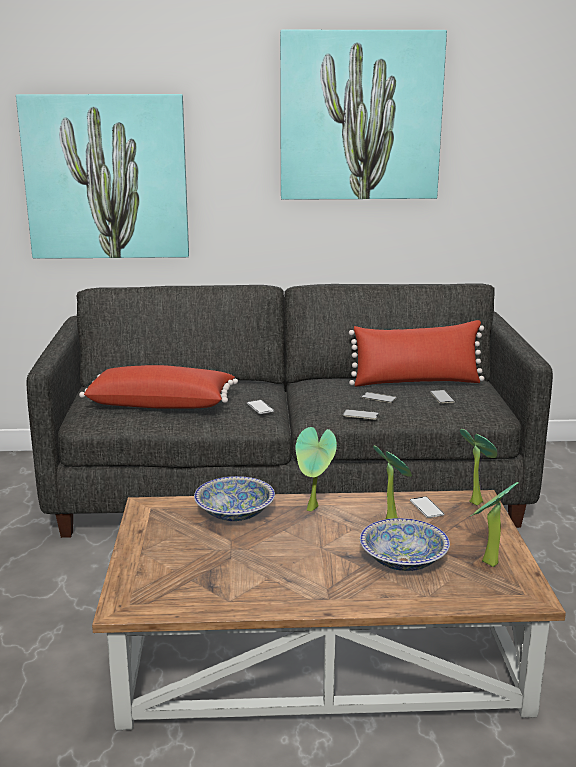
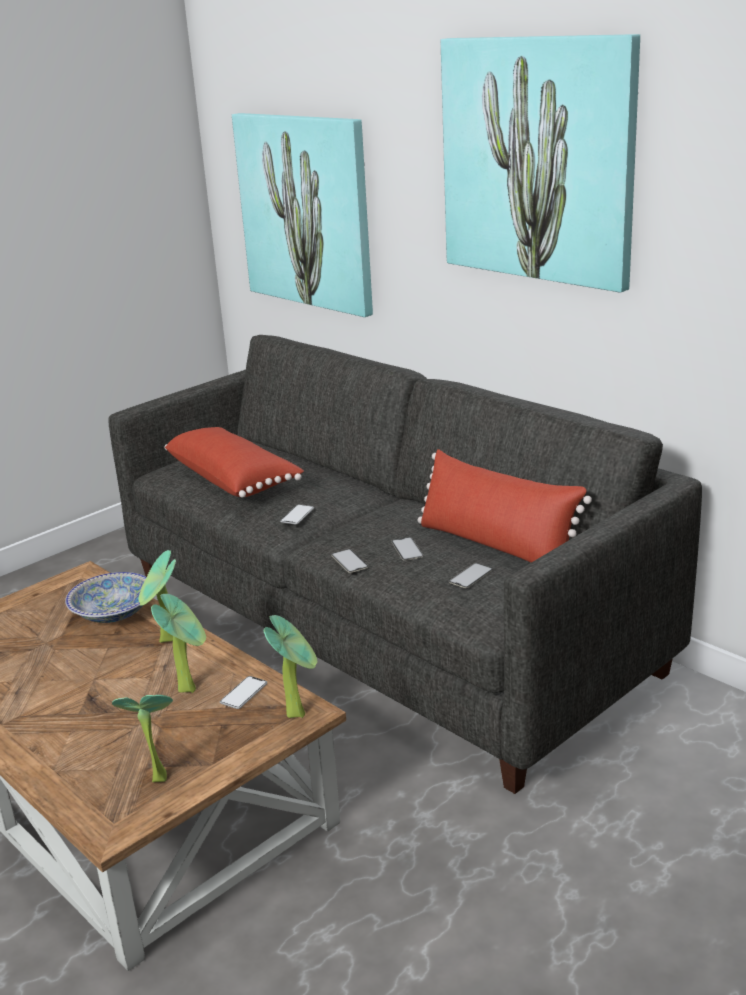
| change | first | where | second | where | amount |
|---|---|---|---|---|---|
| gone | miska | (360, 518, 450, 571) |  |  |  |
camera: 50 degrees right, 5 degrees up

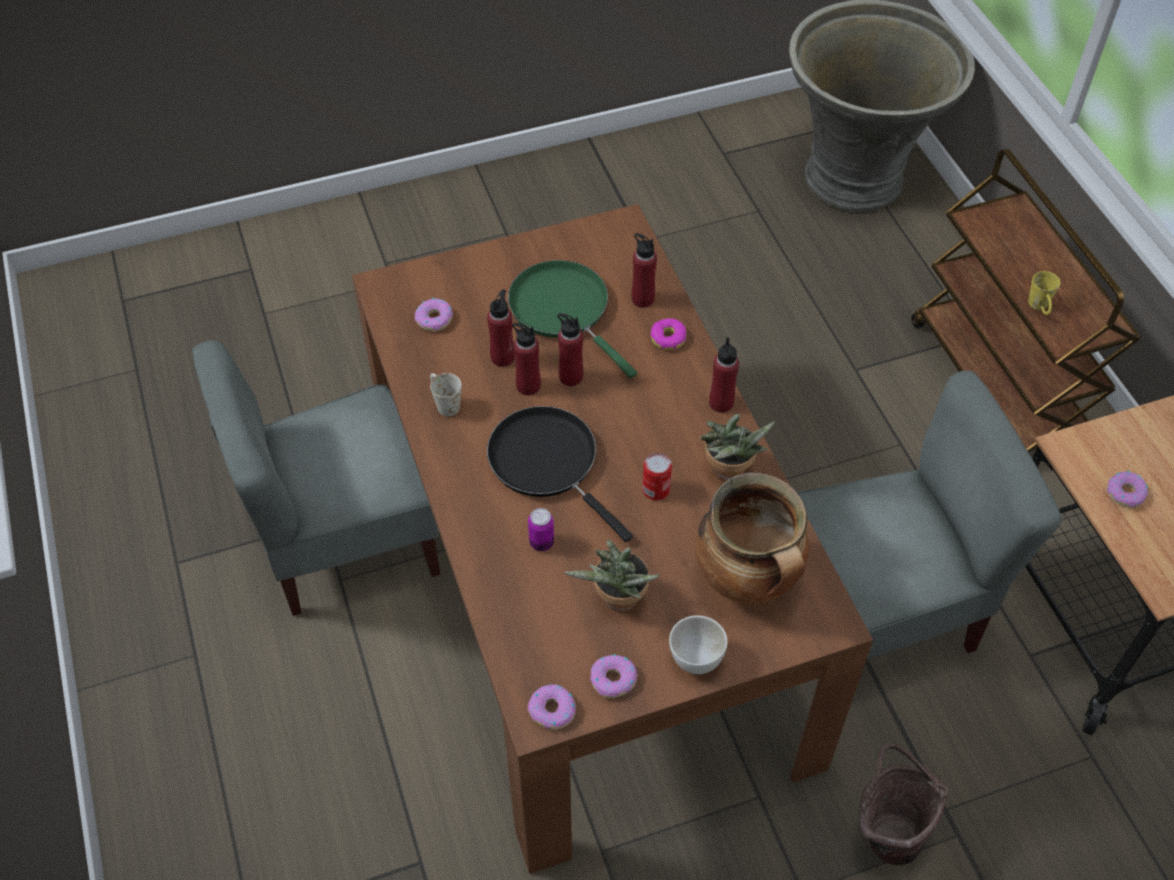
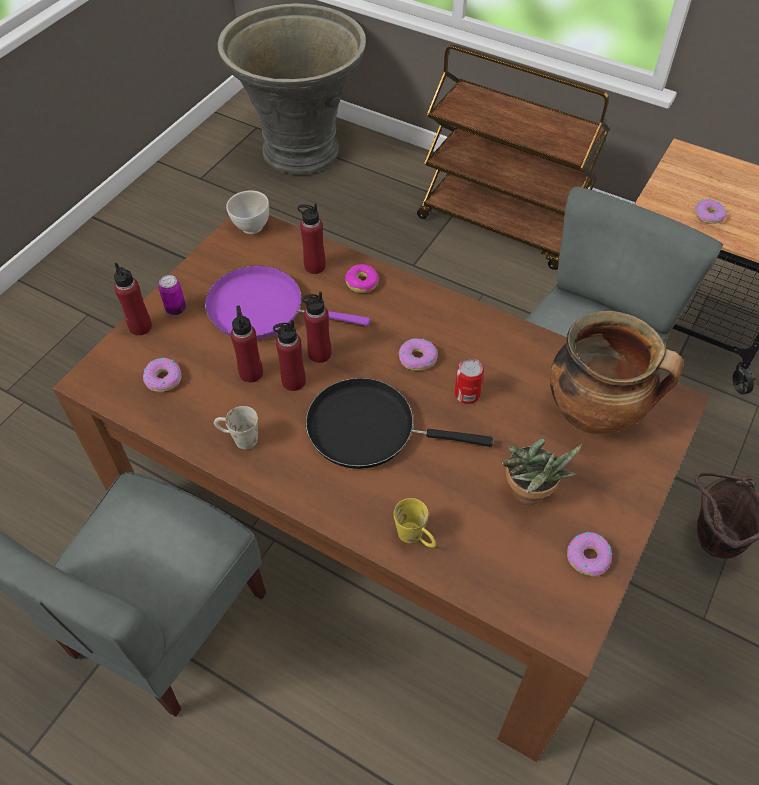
| change | first | where | second | where | amount |
|---|---|---|---|---|---|
| shifted | butelka (czerwony) | (709, 337, 739, 413) |  | (114, 263, 152, 336) |  |
| shifted | puszka | (528, 508, 554, 551) |  | (158, 275, 186, 315) |  |
| repainted | patelnia (zielony) | (508, 260, 637, 378) | patelnia (fioletowy) | (205, 266, 370, 339) |  |
| shifted | miska (biały) | (669, 615, 728, 674) |  | (226, 191, 269, 234) |  |
| shifted | kubek (żółty) | (1028, 271, 1060, 315) |  | (394, 498, 436, 548) |  |
| shifted | donut | (528, 684, 576, 730) |  | (399, 338, 438, 370) |  |
| gone | roślina doniczkowa | (700, 414, 775, 482) |  |  |  |
camera: 40 degrees left, 0 degrees up

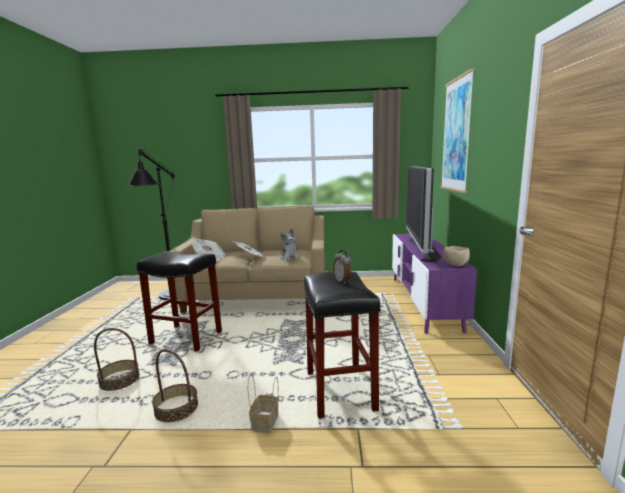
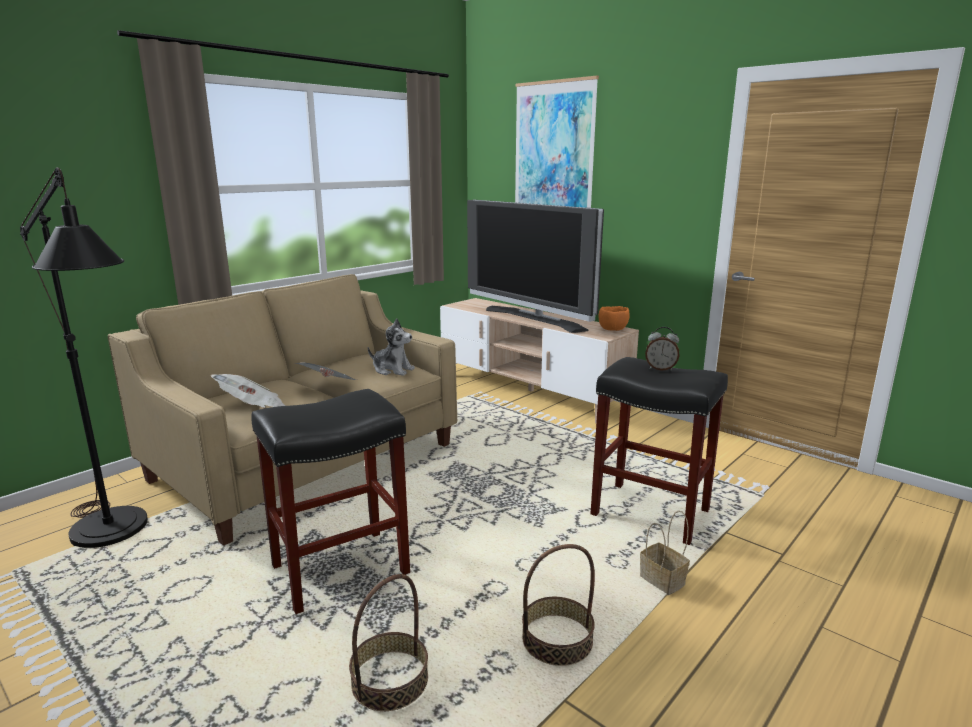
| change | first | where | second | where | amount |
|---|---|---|---|---|---|
| repainted | szafka pod telewizor (fioletowy) | (392, 234, 477, 333) | szafka pod telewizor (beżowy) | (440, 298, 639, 423) |  |
| repainted | miska (beżowy) | (443, 246, 470, 266) | miska (pomarańczowy) | (599, 306, 630, 331) |  |
camera: 50 degrees left, 5 degrees up

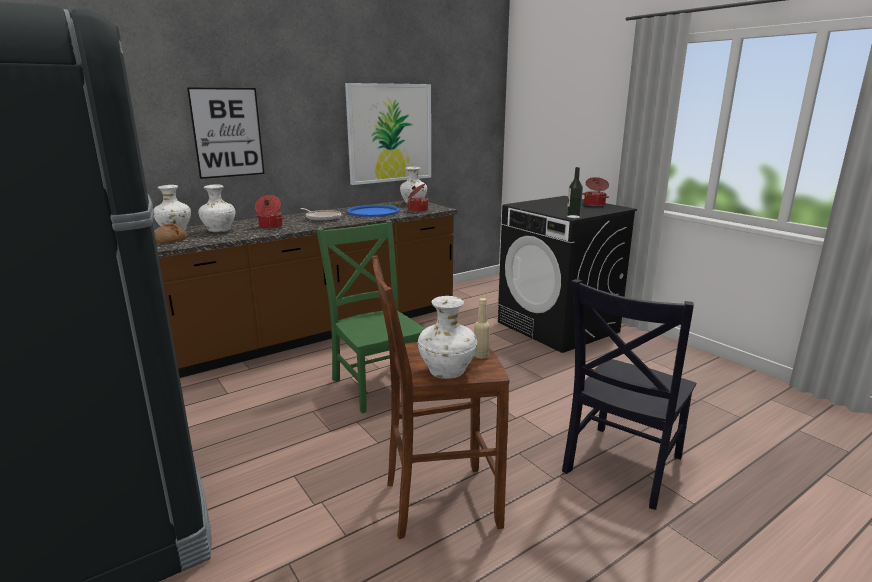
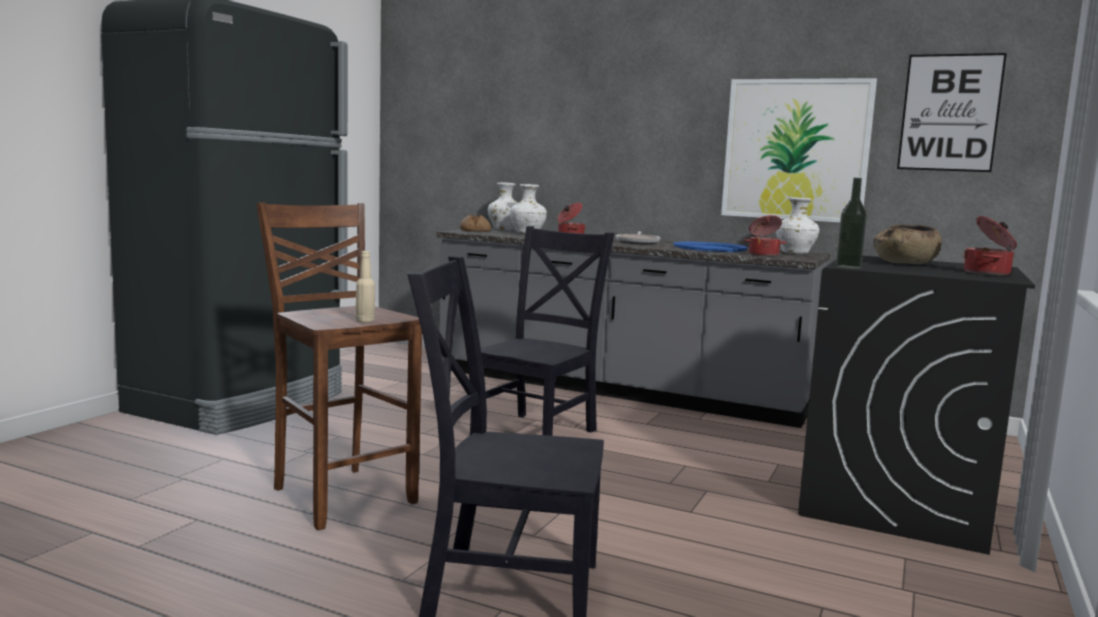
| change | first | where | second | where | amount |
|---|---|---|---|---|---|
| repainted | zabudowa kuchenna (brązowy) | (156, 200, 457, 378) | zabudowa kuchenna (szary) | (437, 228, 830, 428) |  |
| repainted | krzesło (zielony) | (316, 220, 425, 413) | krzesło (czarny) | (470, 226, 615, 436) |  |
| new |  |  | miska (brązowy) | (873, 224, 942, 264) |  |
| shifted | obraz | (187, 87, 264, 179) |  | (897, 53, 1007, 172) |  |
| gone | wazon (biały) | (418, 296, 477, 379) |  |  |  |
camera: 60 degrees right, 10 degrees down

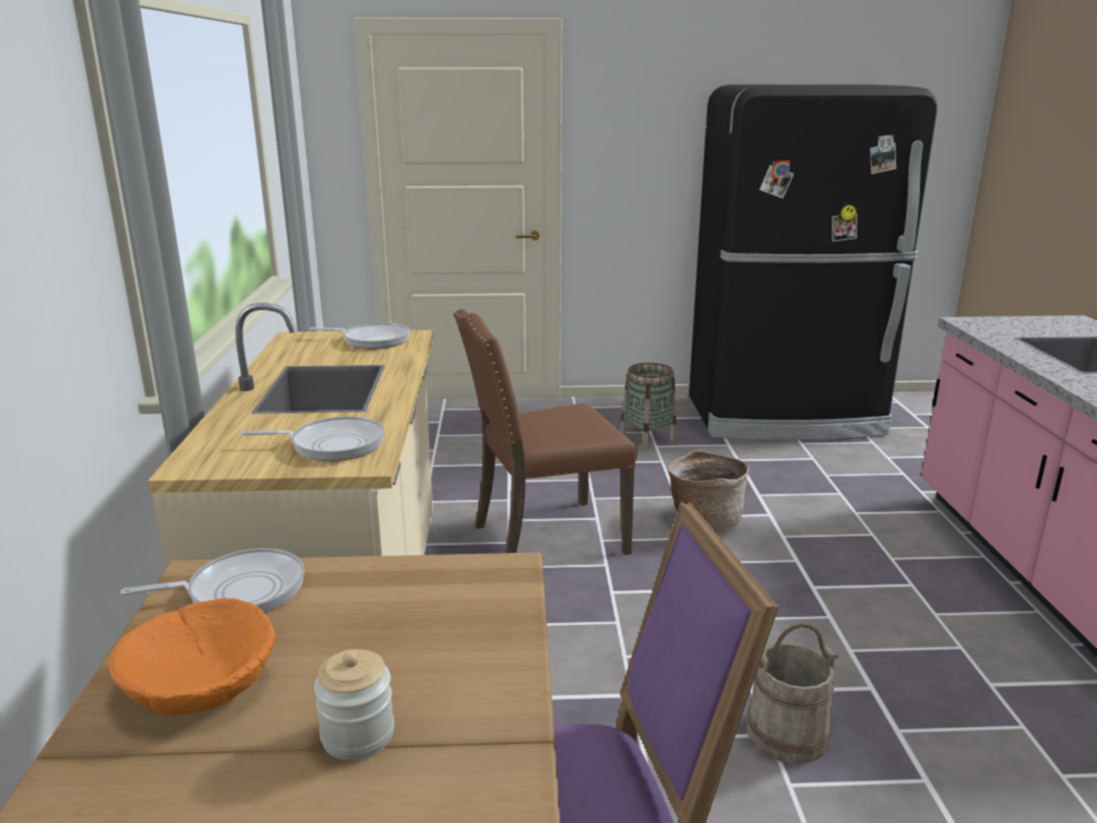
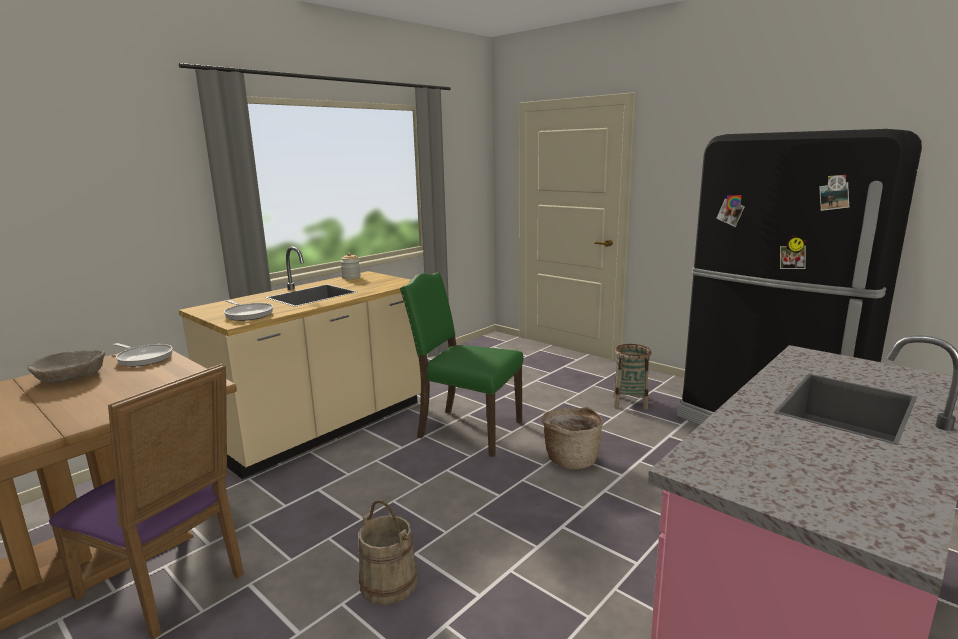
| change | first | where | second | where | amount |
|---|---|---|---|---|---|
| repainted | miska (pomarańczowy) | (109, 598, 275, 716) | miska (beżowy) | (28, 350, 105, 384) |  |
| shifted | słoik | (314, 649, 394, 760) |  | (340, 253, 361, 279) |  |
| repainted | krzesło (brązowy) | (453, 309, 637, 555) | krzesło (zielony) | (400, 272, 524, 457) |  |
| gone | patelnia | (310, 323, 410, 349) |  |  |  |
camera: 45 degrees right, 5 degrees down

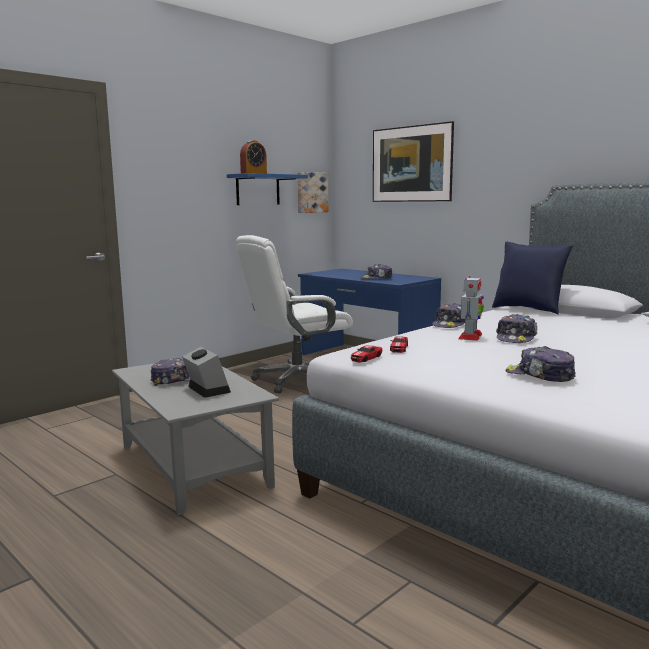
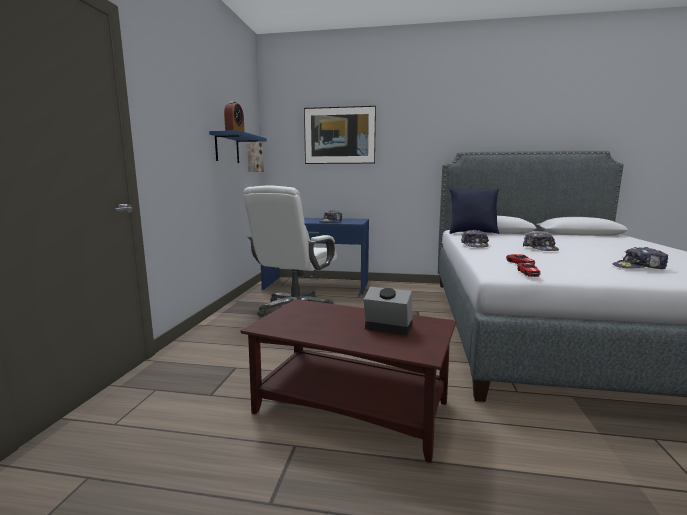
| change | first | where | second | where | amount |
|---|---|---|---|---|---|
| repainted | ława (szary) | (112, 363, 279, 516) | ława (brązowy) | (241, 299, 456, 463) |  |
| gone | czapka z daszkiem | (150, 358, 190, 386) |  |  |  |
| gone | robot zabawkowy | (458, 276, 483, 341) |  |  |  |
camera: 35 degrees left, 0 degrees up

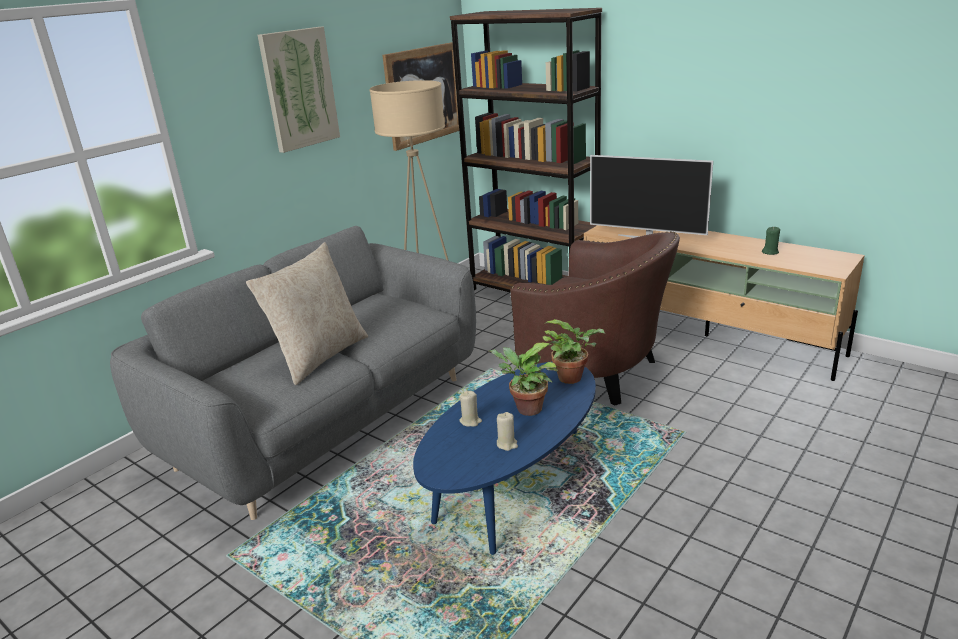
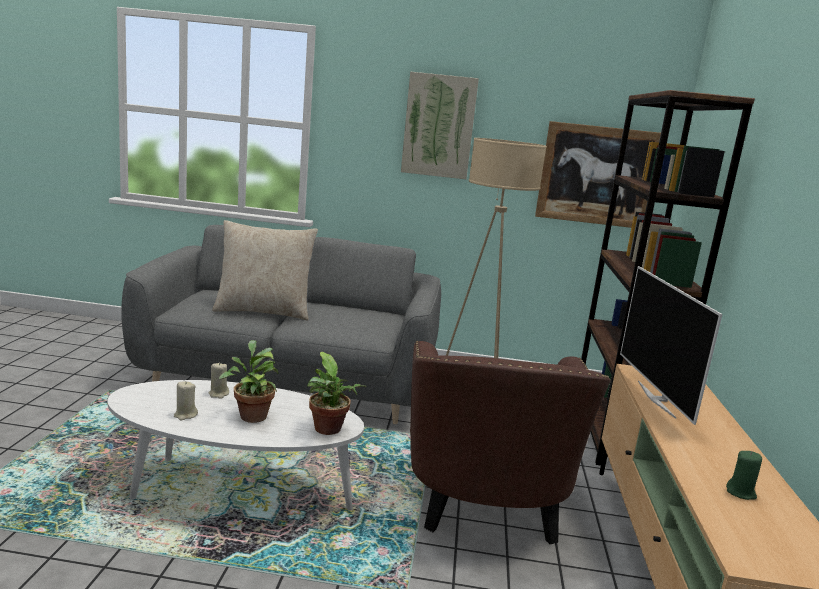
| change | first | where | second | where | amount |
|---|---|---|---|---|---|
| repainted | ława (niebieski) | (413, 362, 596, 555) | ława (biały) | (108, 380, 364, 510) |  |
camera: 55 degrees right, 10 degrees down

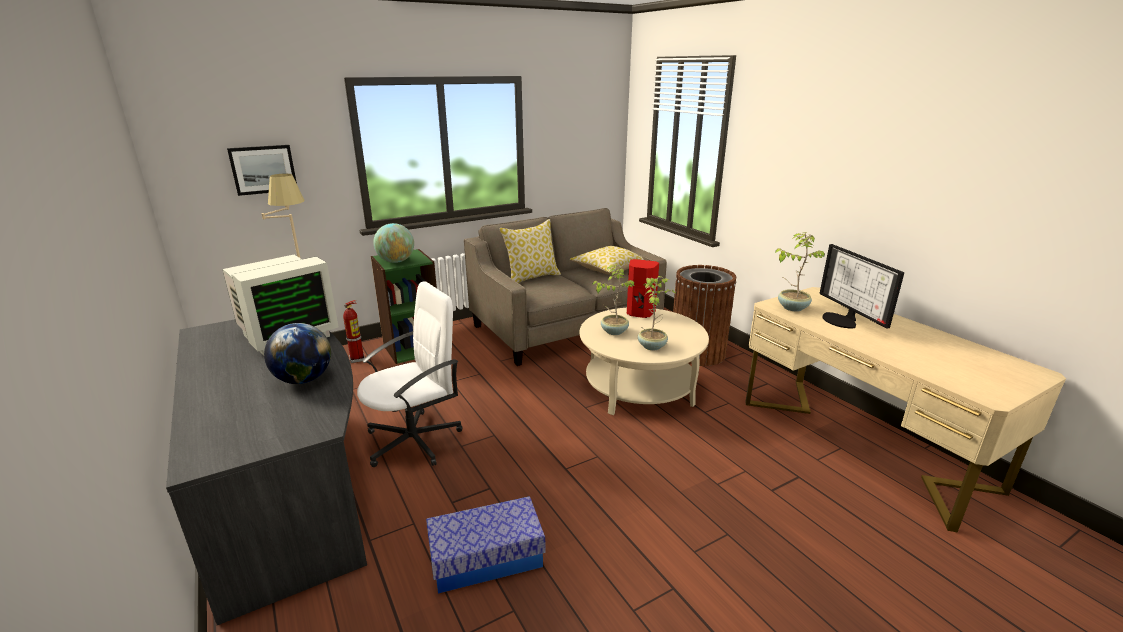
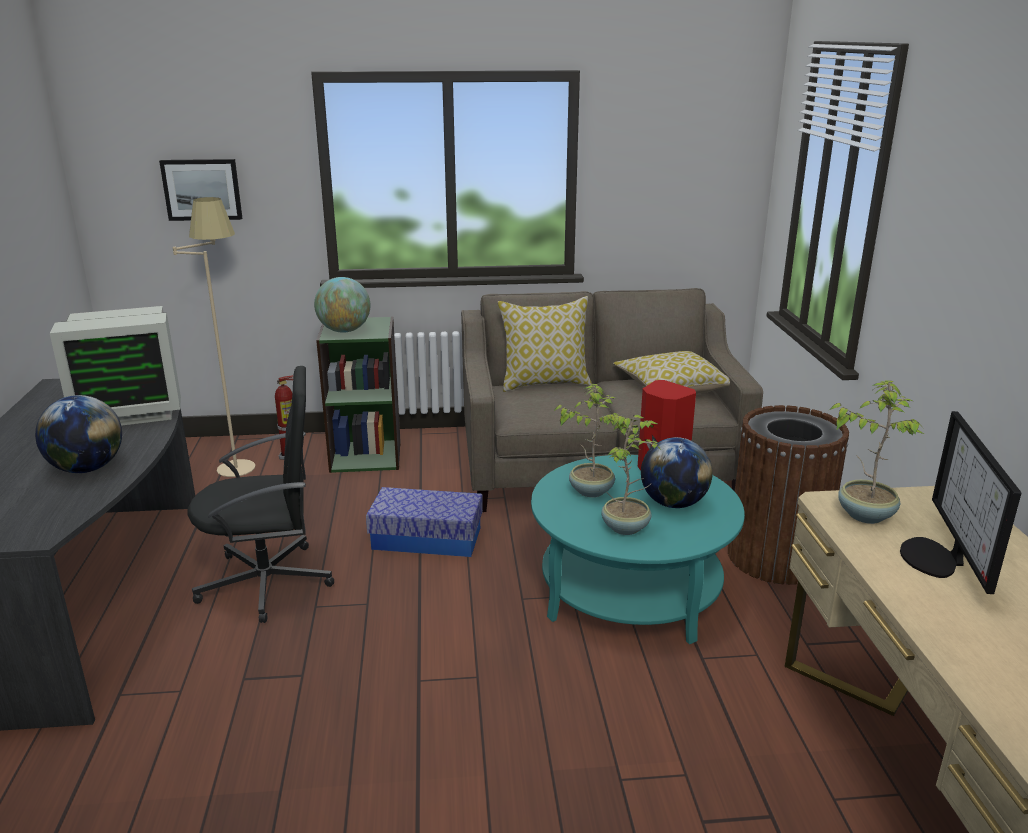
| change | first | where | second | where | amount |
|---|---|---|---|---|---|
| repainted | krzesło biurowe (biały) | (357, 281, 463, 467) | krzesło biurowe (czarny) | (187, 366, 334, 623) |  |
| shifted | pojemnik do przechowywania | (426, 496, 546, 594) |  | (366, 487, 483, 557) |  |
| repainted | ława (beżowy) | (580, 308, 709, 415) | ława (turkusowy) | (531, 455, 745, 644) |  |
| new |  |  | globus | (641, 437, 712, 508) |  |
camera: 25 degrees right, 0 degrees up

